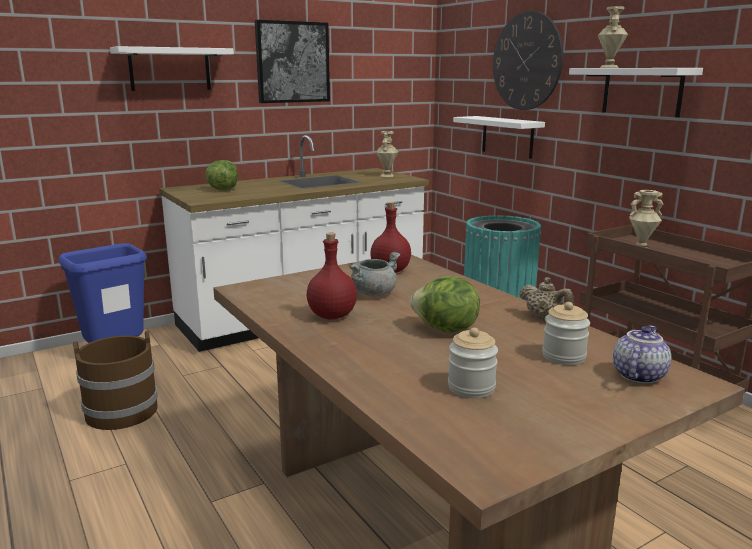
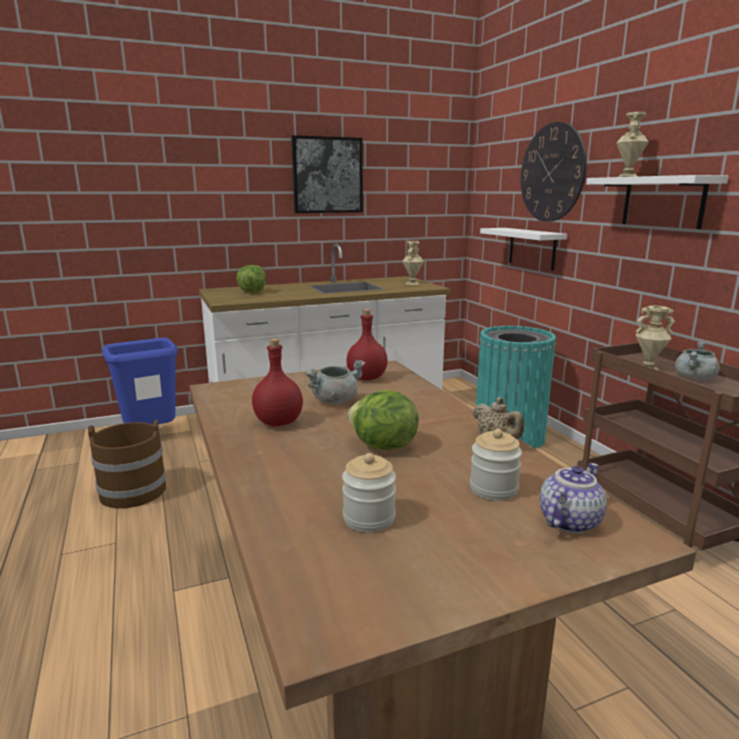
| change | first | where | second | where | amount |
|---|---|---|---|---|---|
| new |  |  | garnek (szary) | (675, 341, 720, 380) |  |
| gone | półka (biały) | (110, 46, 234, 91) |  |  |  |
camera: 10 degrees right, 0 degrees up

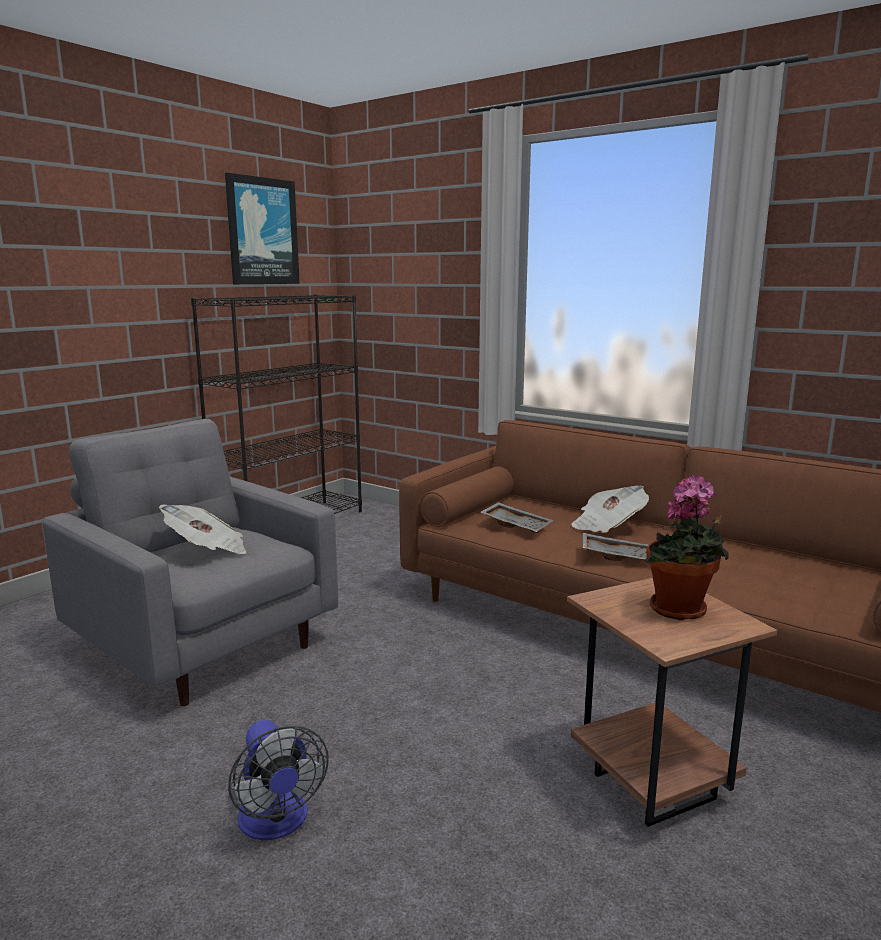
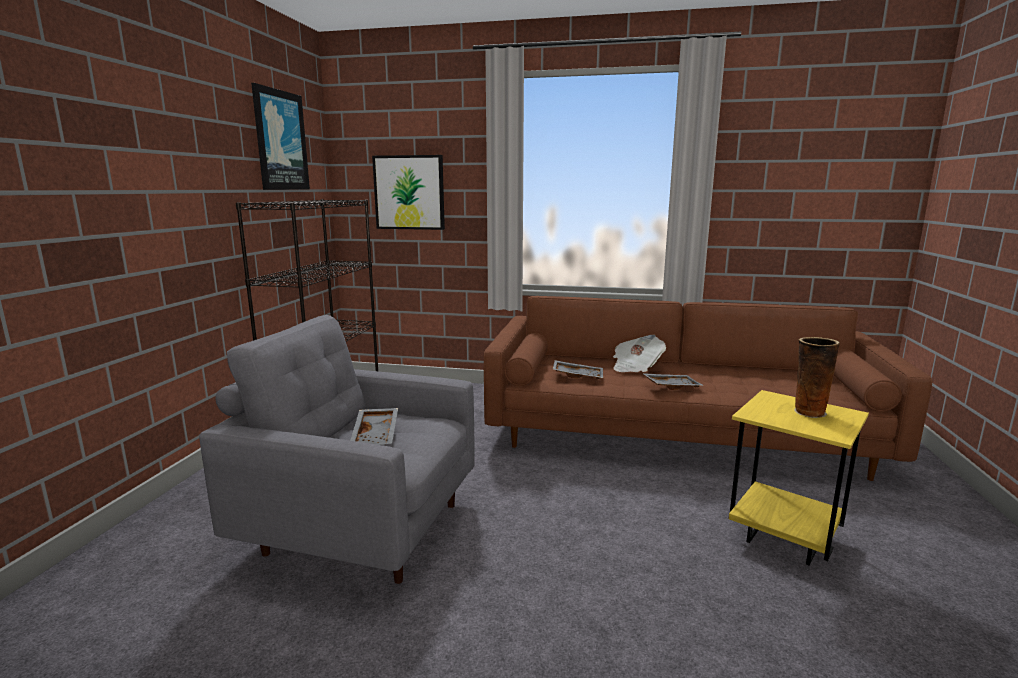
| change | first | where | second | where | amount |
|---|---|---|---|---|---|
| swapped | gazeta | (159, 505, 247, 554) | taca (szary) | (350, 408, 398, 445) |  |
| new |  |  | obraz | (372, 155, 445, 230) |  |
| repainted | stolik (brązowy) | (567, 578, 777, 827) | stolik (żółty) | (728, 390, 869, 566) |  |
| swapped | roślina doniczkowa | (646, 475, 729, 620) | wazon | (794, 337, 840, 418) |  |
| gone | wentylator | (228, 720, 329, 840) |  |  |  |
camera: 25 degrees left, 0 degrees up

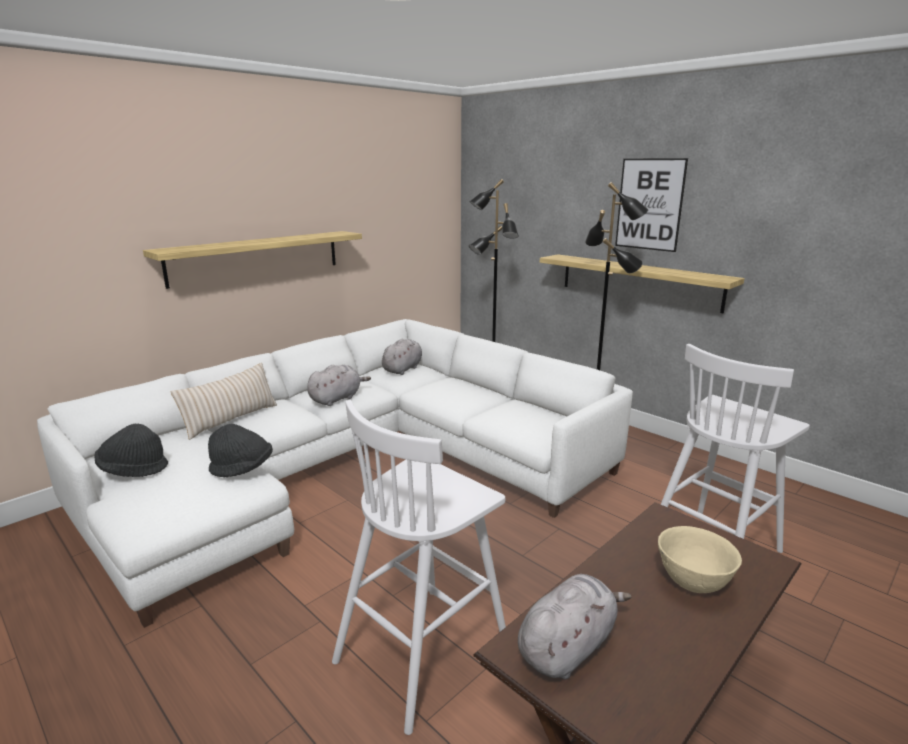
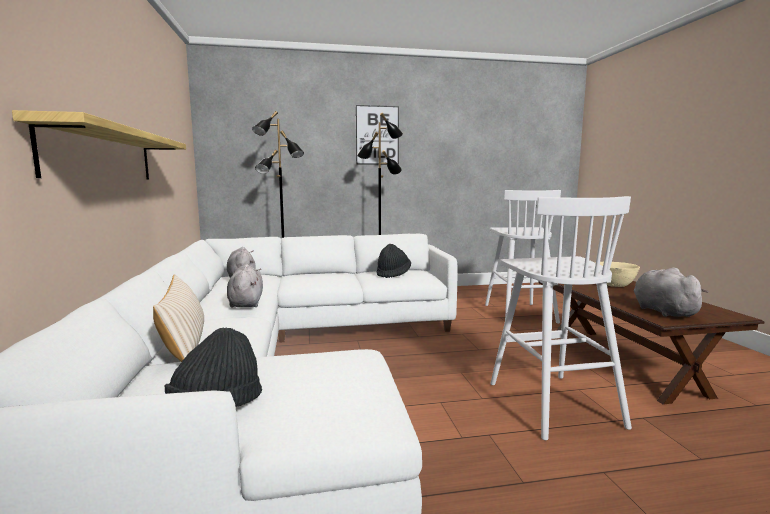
| change | first | where | second | where | amount |
|---|---|---|---|---|---|
| shifted | kapelusz (czarny) | (208, 424, 273, 477) |  | (376, 244, 411, 278) |  |
| gone | półka | (540, 254, 745, 313) |  |  |  |
camera: 55 degrees left, 10 degrees down

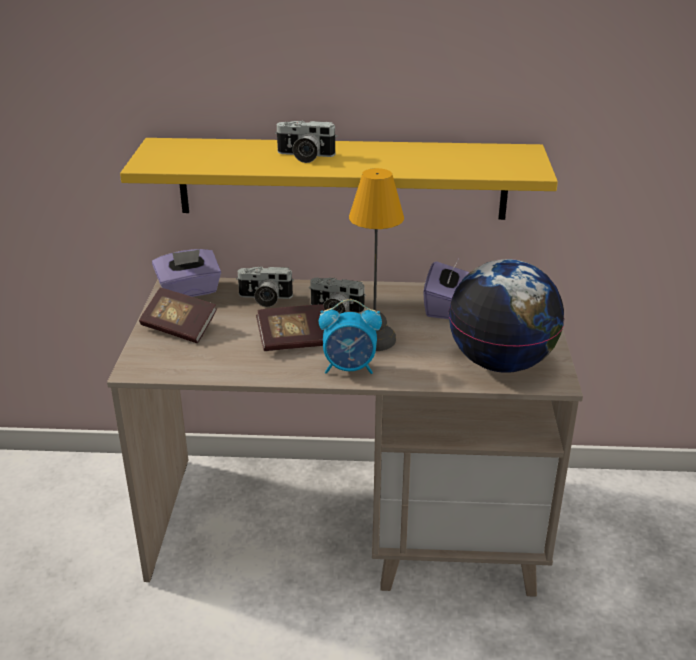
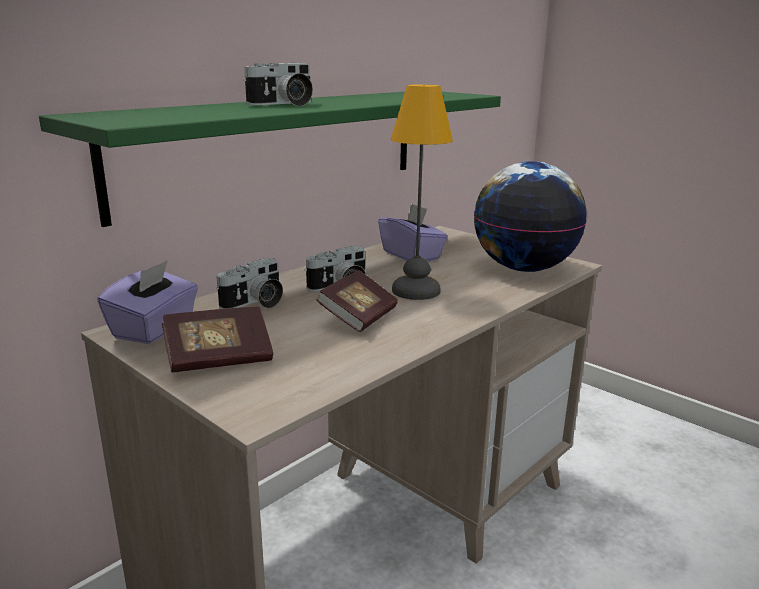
| change | first | where | second | where | amount |
|---|---|---|---|---|---|
| repainted | półka (żółty) | (120, 138, 558, 220) | półka (zielony) | (39, 92, 501, 227) |  |
| gone | budzik | (319, 299, 382, 374) |  |  |  |
camera: 50 degrees left, 10 degrees down

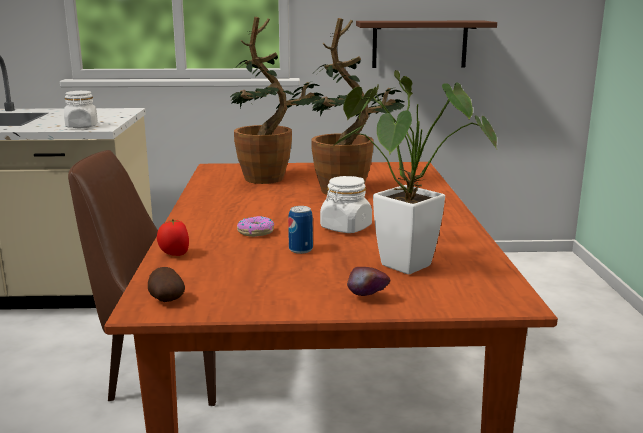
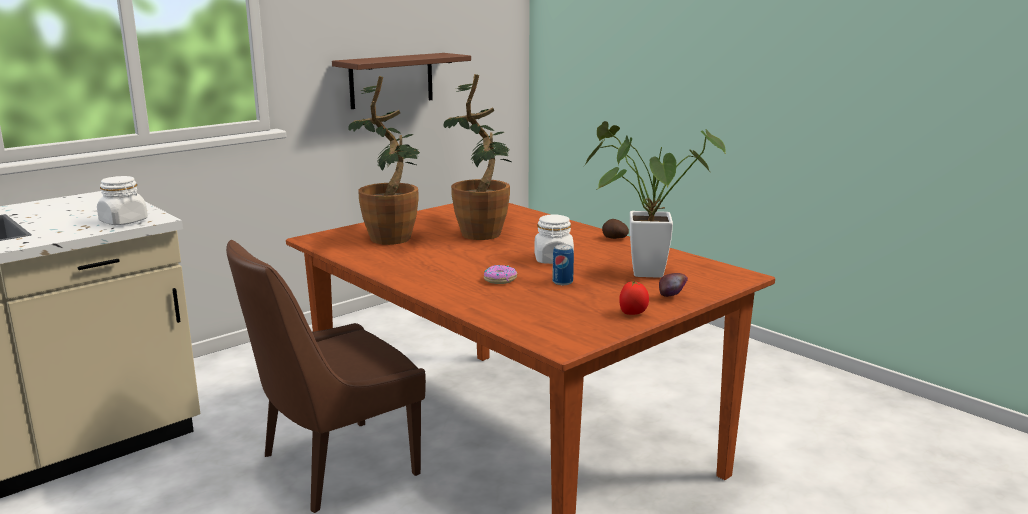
| change | first | where | second | where | amount |
|---|---|---|---|---|---|
| shifted | ziemniak | (148, 267, 185, 302) |  | (602, 219, 629, 239) |  |
| shifted | pomidor | (157, 219, 189, 256) |  | (619, 281, 649, 315) |  |
camera: 40 degrees left, 0 degrees up

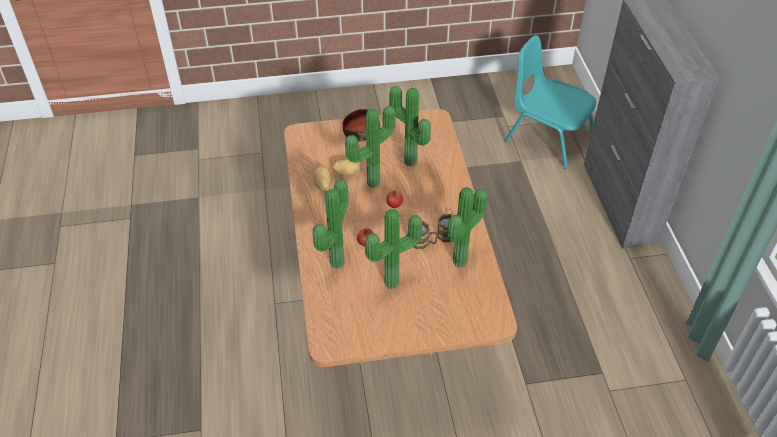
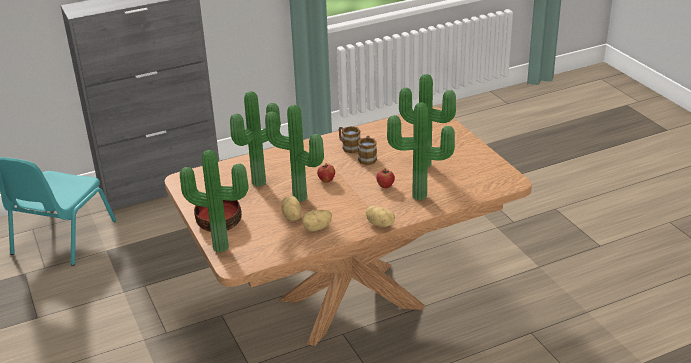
| change | first | where | second | where | amount |
|---|---|---|---|---|---|
| shifted | roślina doniczkowa | (447, 187, 487, 267) |  | (180, 150, 249, 252) |  |
| new |  |  | ziemniak | (366, 206, 395, 227) |  |
camera: 105 degrees left, 15 degrees down

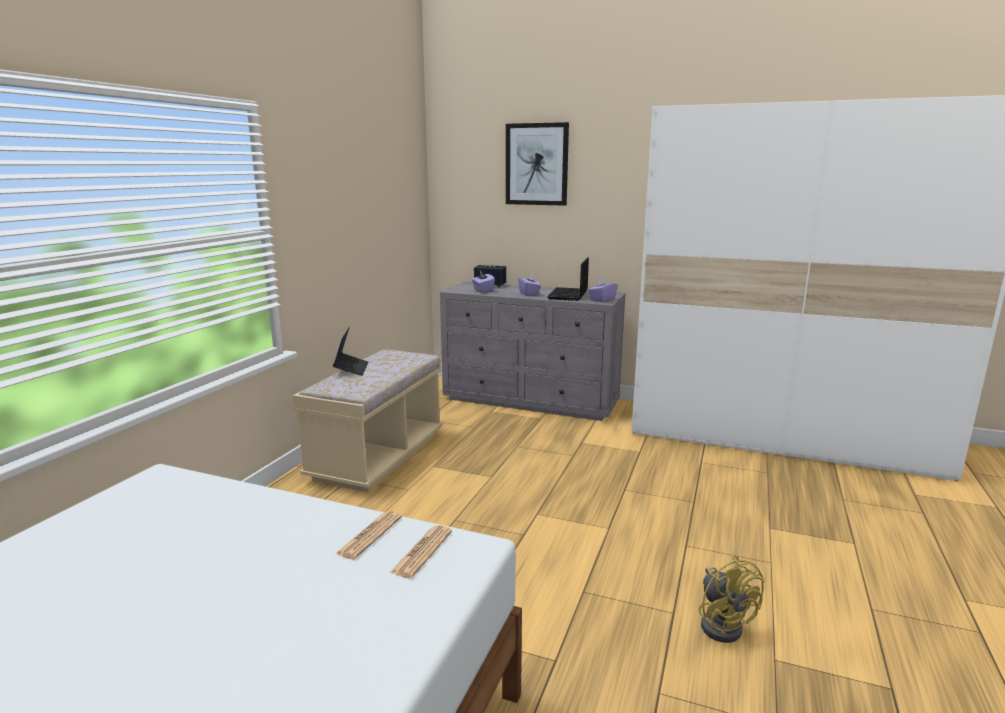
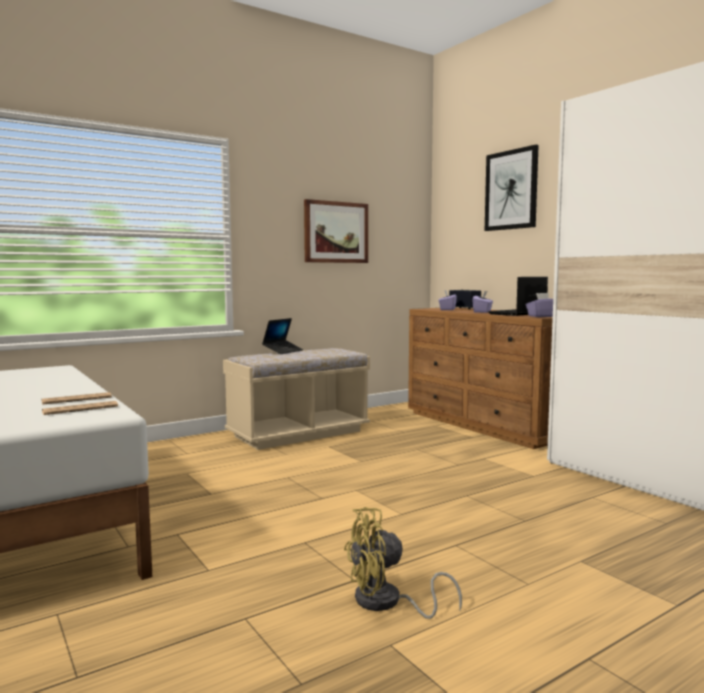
| change | first | where | second | where | amount |
|---|---|---|---|---|---|
| new |  |  | obraz | (304, 199, 368, 263) |  |
| rotated | wentylator (żółty) | (699, 555, 765, 643) |  | (344, 507, 462, 619) | 60 degrees clockwise |
| repainted | komoda (szary) | (440, 282, 626, 421) | komoda (brązowy) | (408, 307, 553, 449) |  |
camera: 35 degrees right, 10 degrees down

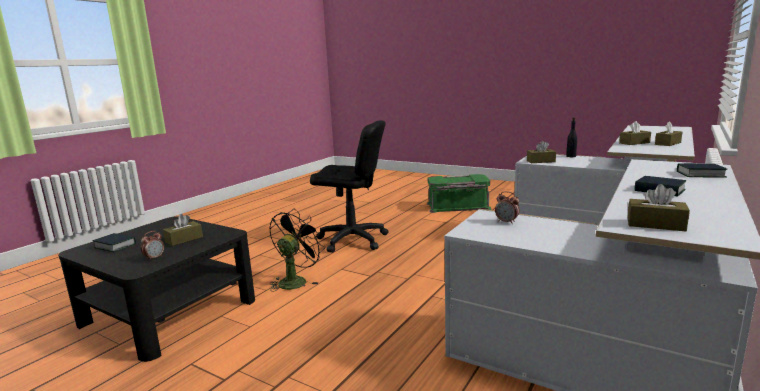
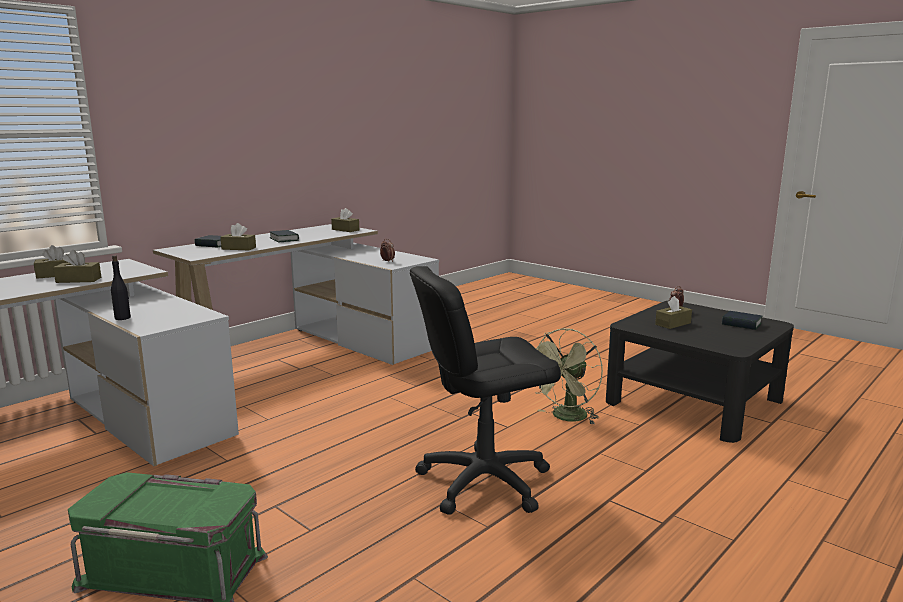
| change | first | where | second | where | amount |
|---|---|---|---|---|---|
| shifted | pudełko chusteczek (brązowy) | (527, 141, 556, 163) |  | (220, 223, 256, 250) |  |
| rotated | krzesło biurowe (czarny) | (310, 120, 389, 253) |  | (410, 266, 561, 514) | 45 degrees counterclockwise |
| repainted | wentylator (czarny) | (269, 209, 325, 292) | wentylator (zielony) | (536, 328, 603, 425) |  |
camera: 170 degrees left, 0 degrees up

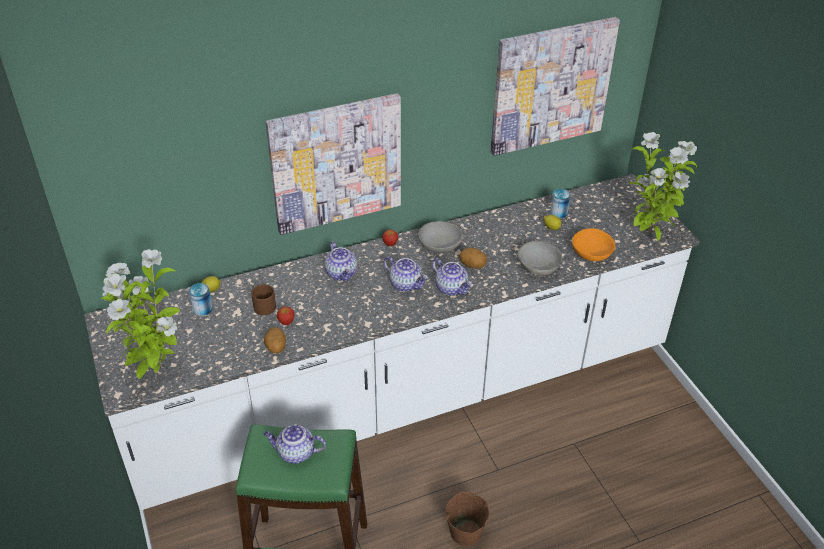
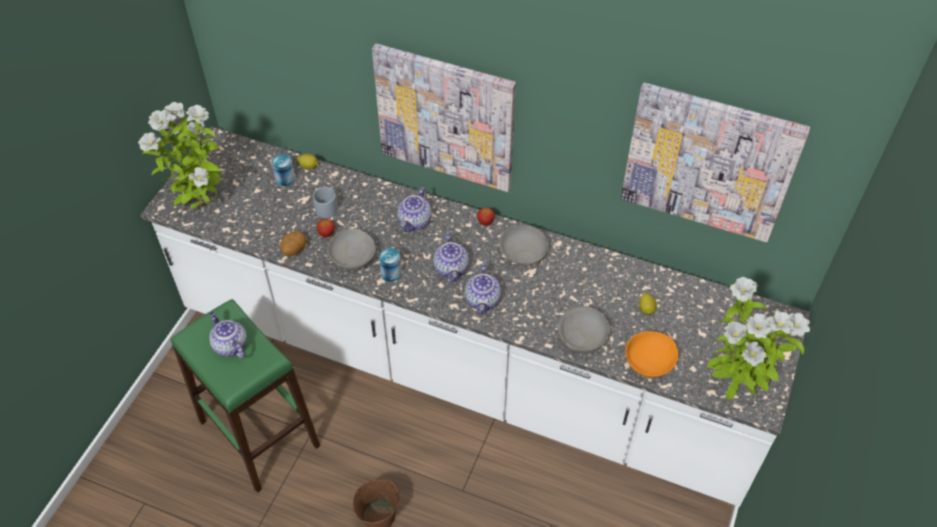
| change | first | where | second | where | amount |
|---|---|---|---|---|---|
| repainted | kubek (brązowy) | (251, 284, 276, 315) | kubek (szary) | (313, 187, 338, 218) |  |
| new |  |  | miska (szary) | (327, 228, 376, 270) |  |
| shifted | puszka | (550, 189, 571, 218) |  | (379, 248, 402, 282) |  |
| gone | ziemniak | (459, 248, 487, 268) |  |  |  |
camera: 45 degrees right, 10 degrees up

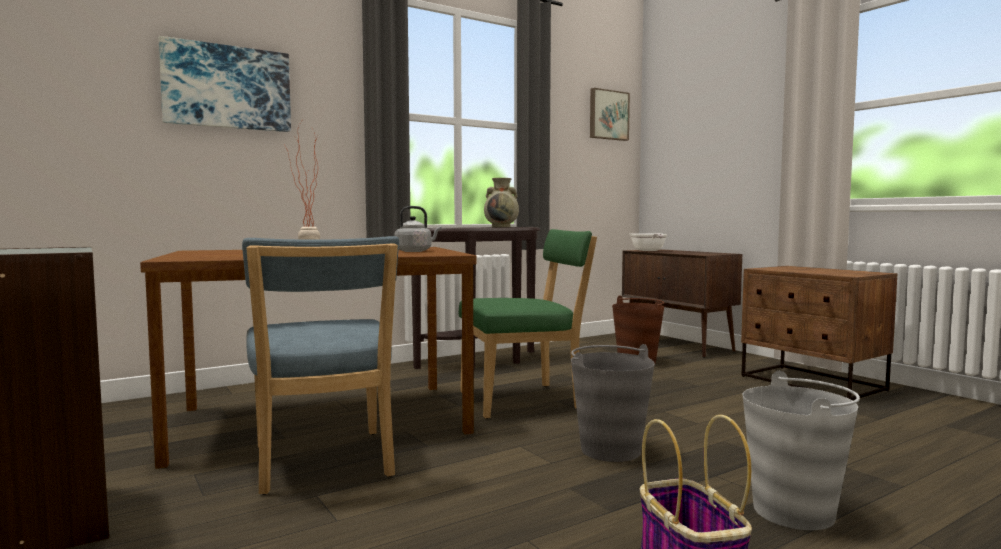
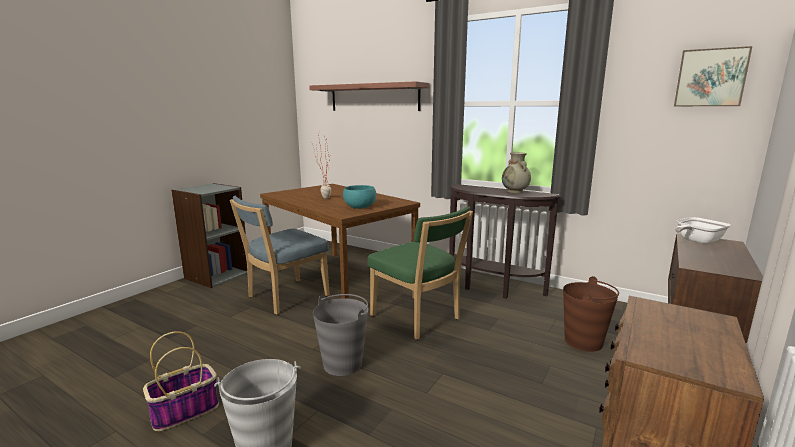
| change | first | where | second | where | amount |
|---|---|---|---|---|---|
| swapped | obraz | (159, 36, 291, 132) | półka | (309, 81, 430, 111) |  |
| swapped | czajnik (szary) | (394, 206, 442, 252) | miska (turkusowy) | (343, 185, 376, 209) |  |
camera: 65 degrees right, 10 degrees up

